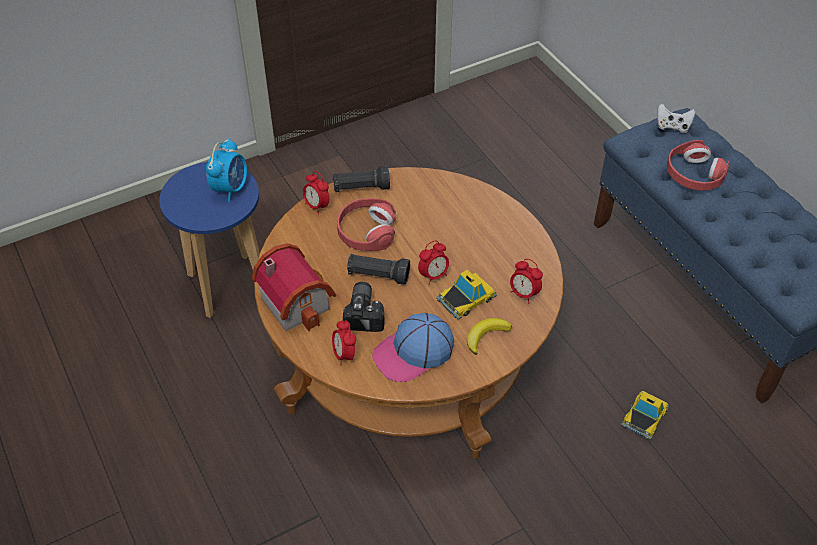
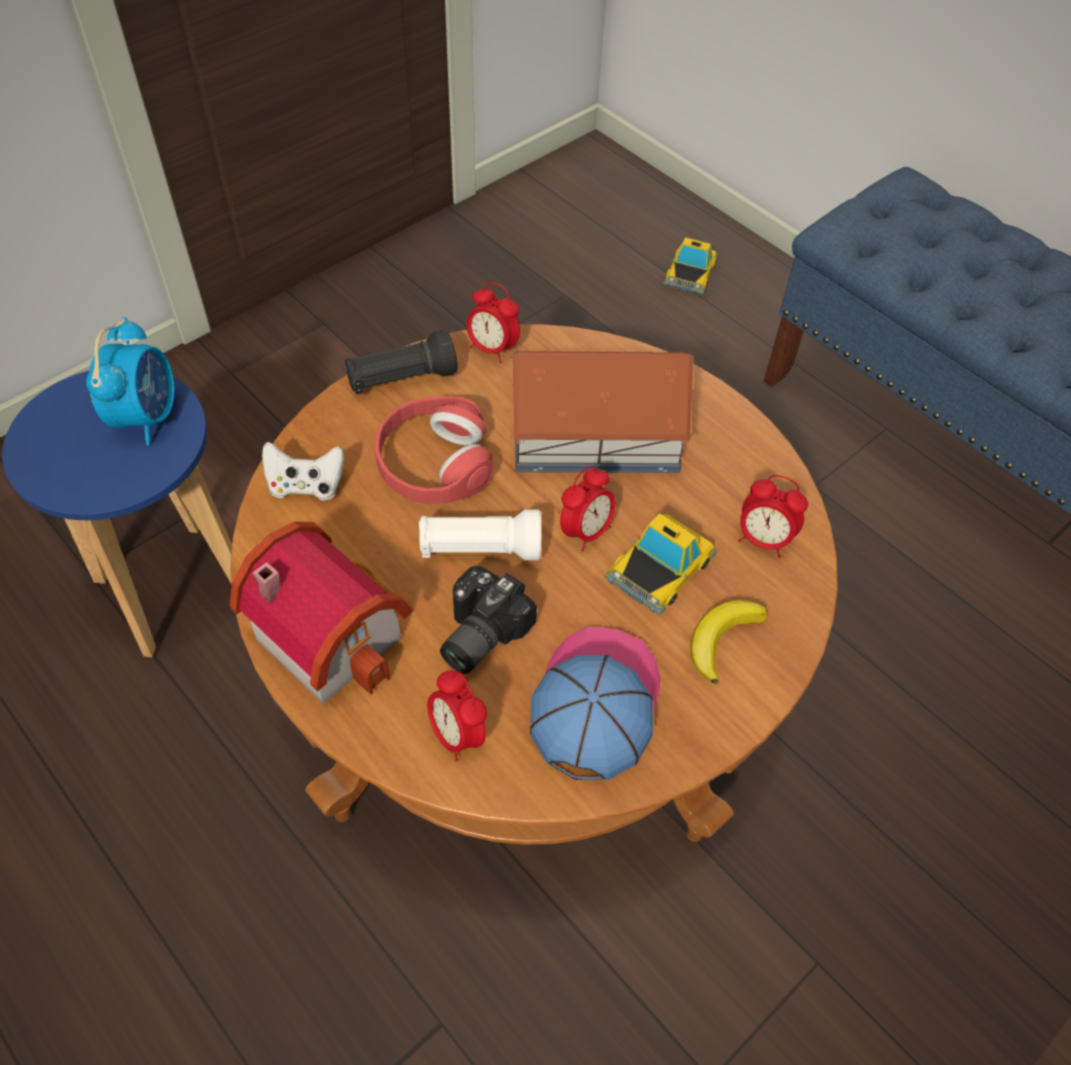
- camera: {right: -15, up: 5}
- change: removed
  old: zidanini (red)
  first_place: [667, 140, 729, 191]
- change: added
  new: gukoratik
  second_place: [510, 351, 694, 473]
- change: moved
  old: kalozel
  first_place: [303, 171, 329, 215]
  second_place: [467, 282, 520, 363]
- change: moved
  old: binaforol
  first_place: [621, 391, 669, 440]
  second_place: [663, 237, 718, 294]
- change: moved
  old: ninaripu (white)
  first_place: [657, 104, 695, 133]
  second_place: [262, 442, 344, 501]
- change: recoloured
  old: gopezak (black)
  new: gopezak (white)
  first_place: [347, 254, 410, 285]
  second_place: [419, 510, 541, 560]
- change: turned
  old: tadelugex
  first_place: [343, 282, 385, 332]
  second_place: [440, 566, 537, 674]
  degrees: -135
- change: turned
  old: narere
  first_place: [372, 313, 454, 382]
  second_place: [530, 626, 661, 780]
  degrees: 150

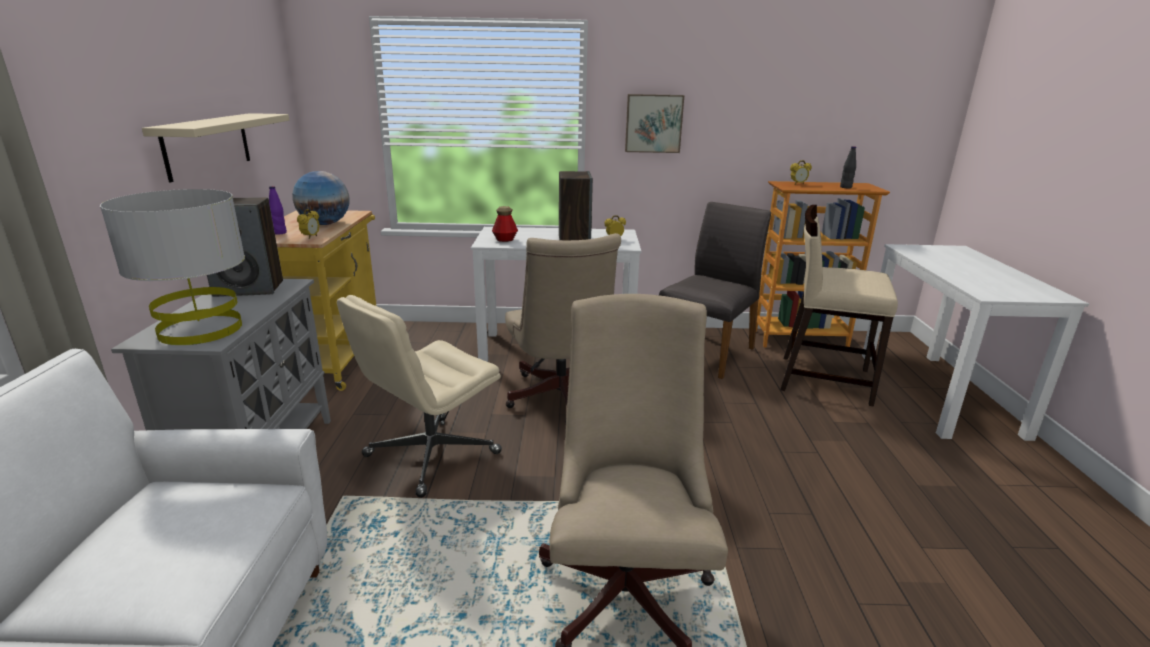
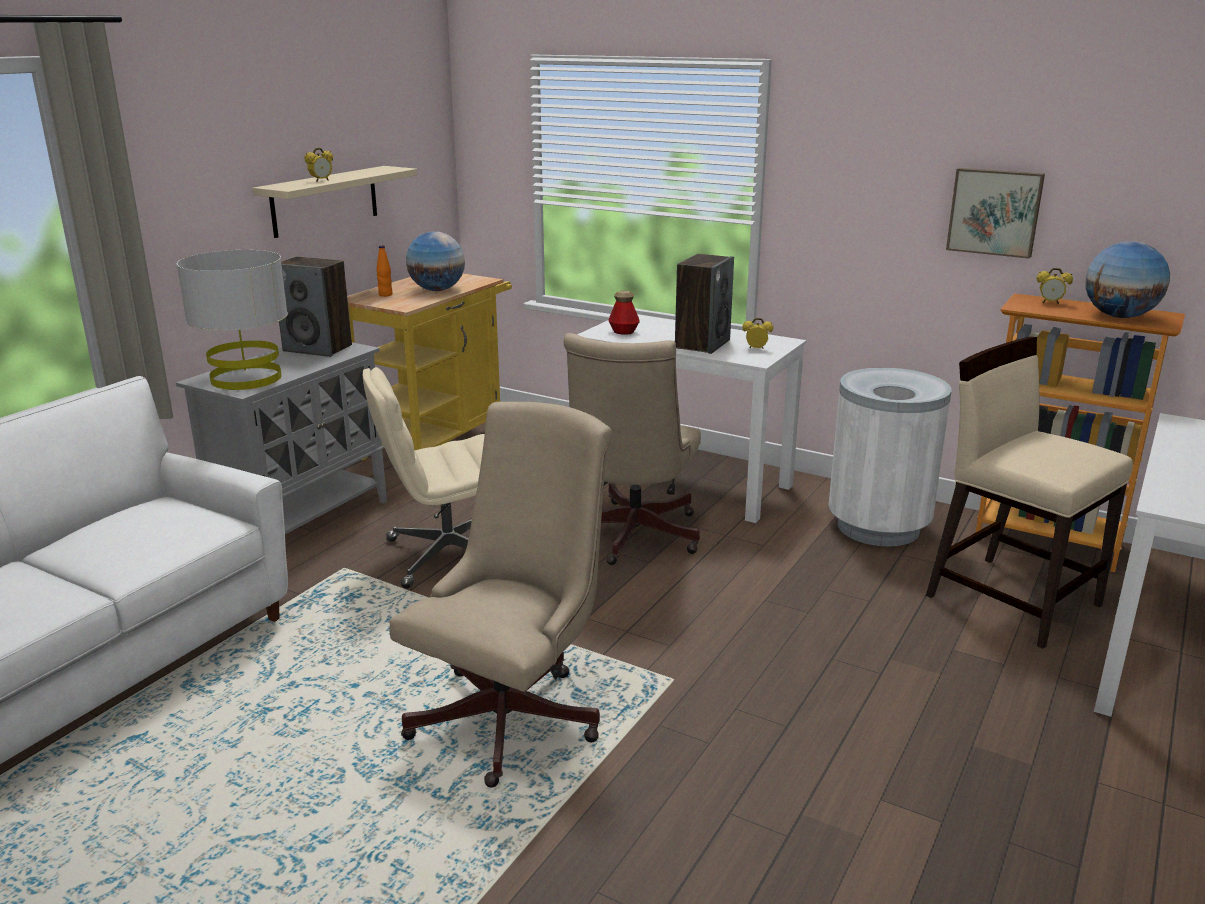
- camera: {right: 30, up: 0}
- change: moved
  old: kalozel
  first_place: [297, 209, 320, 239]
  second_place: [304, 148, 333, 182]
- change: moved
  old: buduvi
  first_place: [625, 94, 684, 153]
  second_place: [946, 168, 1045, 259]
- change: replaced
  old: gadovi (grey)
  new: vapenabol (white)
  first_place: [659, 202, 771, 379]
  second_place: [828, 368, 951, 547]
- change: replaced
  old: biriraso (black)
  new: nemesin
  first_place: [840, 146, 856, 188]
  second_place: [1085, 241, 1170, 318]
- change: recoloured
  old: biriraso (purple)
  new: biriraso (orange)
  first_place: [269, 186, 287, 235]
  second_place: [376, 246, 392, 297]

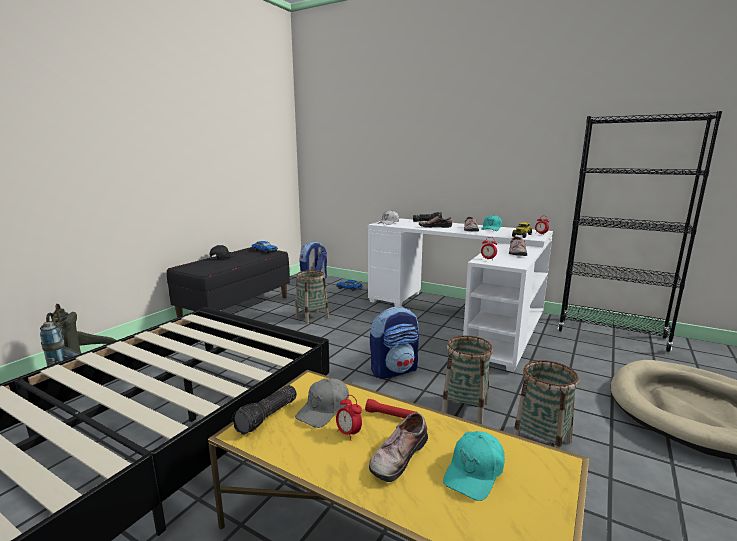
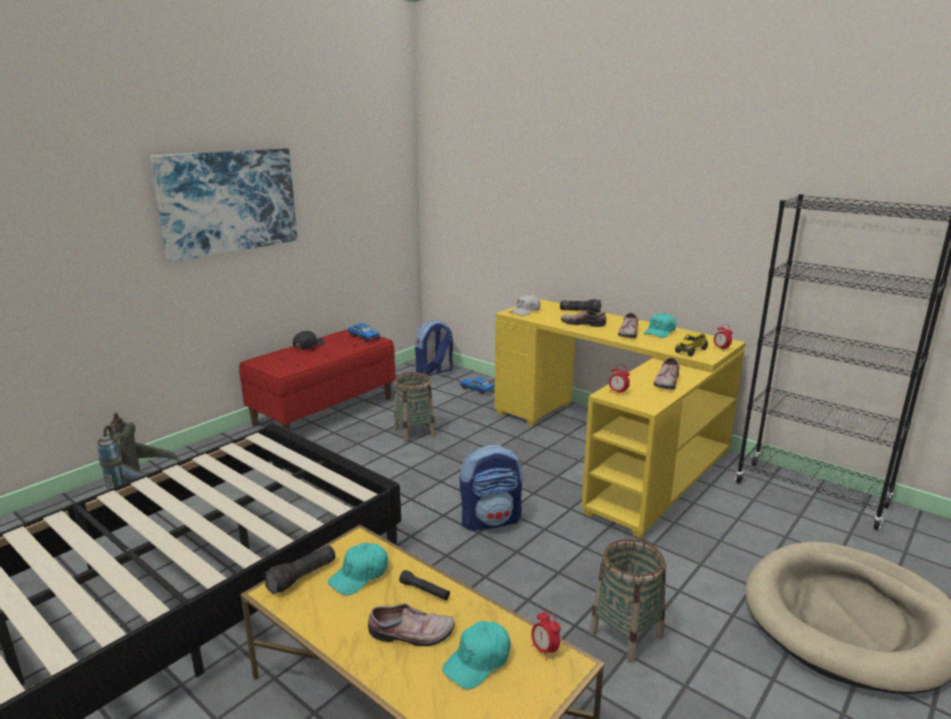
- camera: {right: 10, up: 5}
- change: removed
  old: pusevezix
  first_place: [441, 335, 493, 424]
- change: added
  new: buduvi
  second_place: [150, 148, 298, 262]
- change: moved
  old: kalozel
  first_place: [336, 395, 362, 441]
  second_place: [531, 610, 561, 660]
- change: recoloured
  old: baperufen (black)
  new: baperufen (red)
  first_place: [167, 247, 290, 318]
  second_place: [239, 329, 395, 431]
- change: recoloured
  old: narere (grey)
  new: narere (turquoise)
  first_place: [295, 378, 349, 428]
  second_place: [328, 543, 388, 595]
- change: recoloured
  old: gopezak (red)
  new: gopezak (black)
  first_place: [365, 399, 418, 418]
  second_place: [399, 570, 450, 600]
- change: recoloured
  old: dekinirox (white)
  new: dekinirox (yellow)
  first_place: [368, 218, 553, 372]
  second_place: [495, 299, 746, 538]
- change: turned
  old: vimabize
  first_place: [369, 413, 428, 482]
  second_place: [368, 603, 455, 646]
  degrees: -135

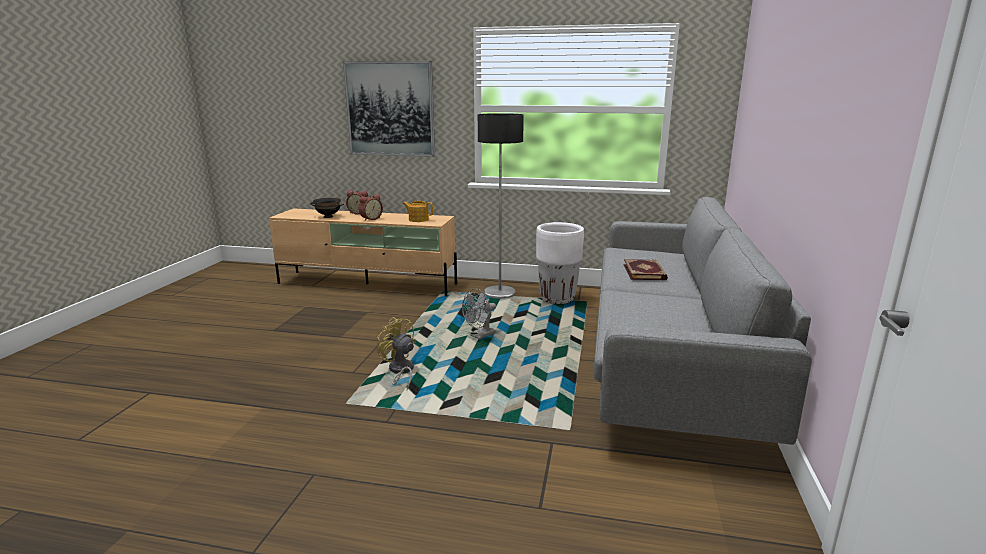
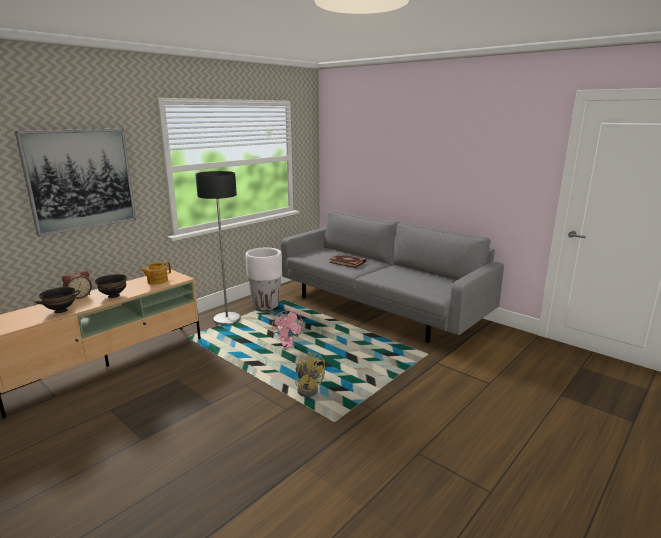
- camera: {right: -60, up: 0}
- change: replaced
  old: kalozel
  new: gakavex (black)
  first_place: [358, 194, 383, 221]
  second_place: [95, 274, 127, 298]
- change: recoloured
  old: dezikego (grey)
  new: dezikego (pink)
  first_place: [462, 289, 496, 339]
  second_place: [272, 310, 303, 349]
- change: turned
  old: dezikego (yellow)
  first_place: [377, 317, 416, 390]
  second_place: [295, 352, 325, 397]
  degrees: -120

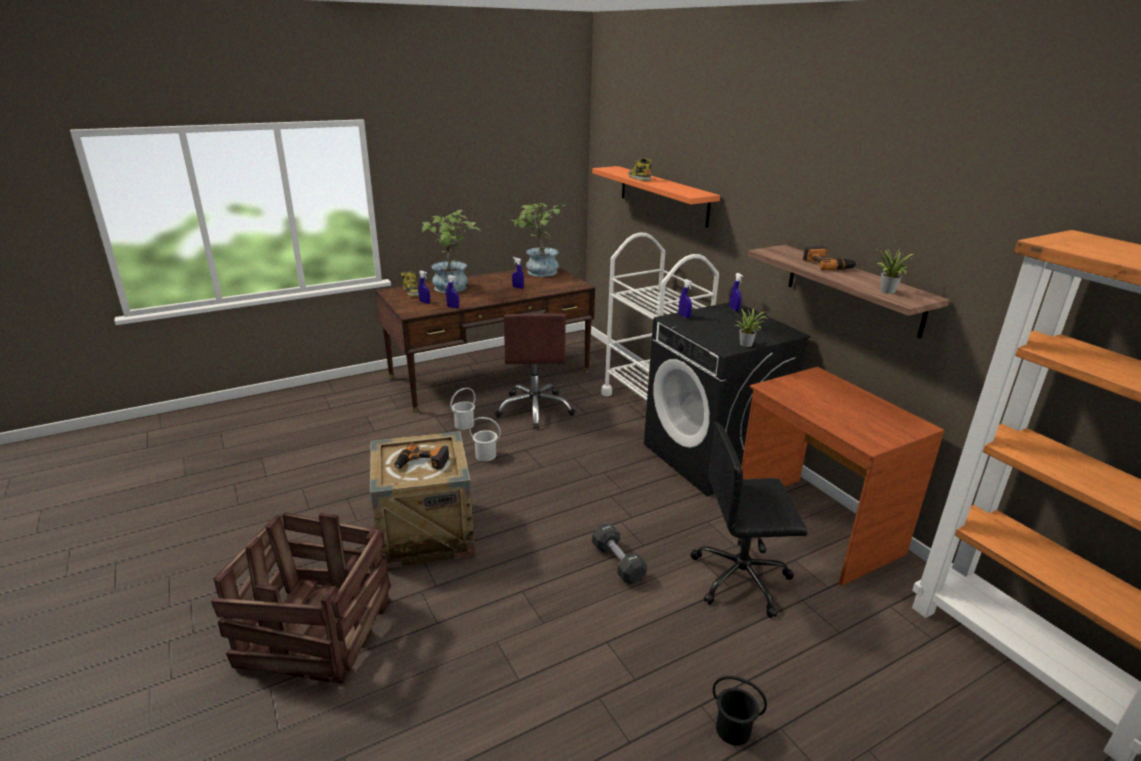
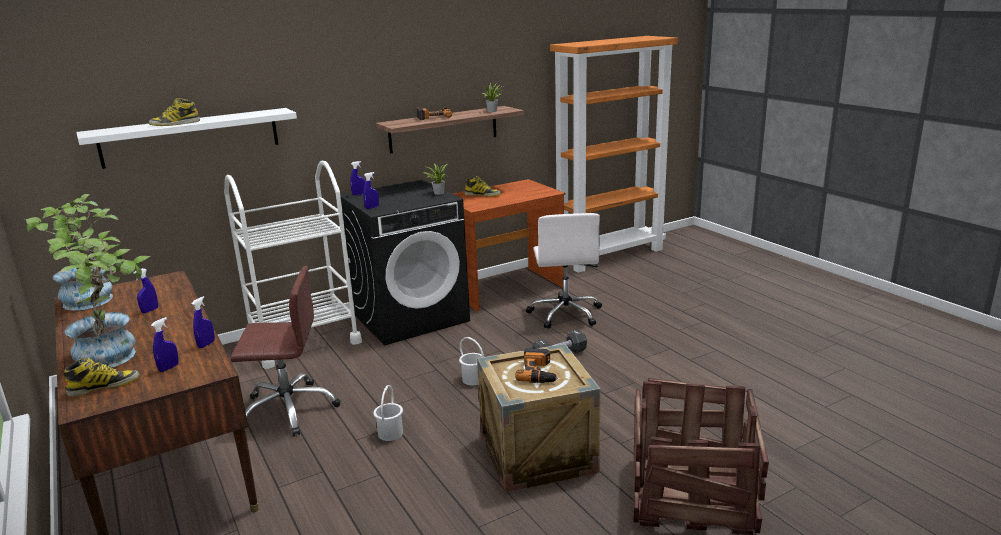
- camera: {right: -90, up: -5}
- change: removed
  old: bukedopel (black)
  first_place: [713, 676, 767, 746]
- change: added
  new: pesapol
  second_place: [465, 176, 501, 197]
- change: moved
  old: bukedopel (white)
  first_place: [450, 388, 475, 430]
  second_place: [459, 337, 484, 385]
- change: recoloured
  old: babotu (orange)
  new: babotu (white)
  first_place: [592, 166, 720, 228]
  second_place: [76, 108, 297, 169]
- change: recoloured
  old: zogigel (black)
  new: zogigel (white)
  first_place: [691, 422, 808, 618]
  second_place: [526, 213, 602, 329]

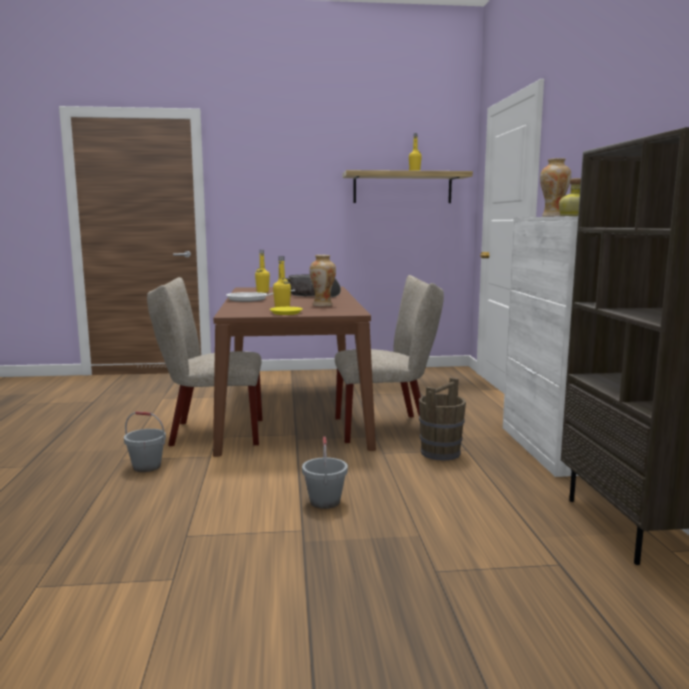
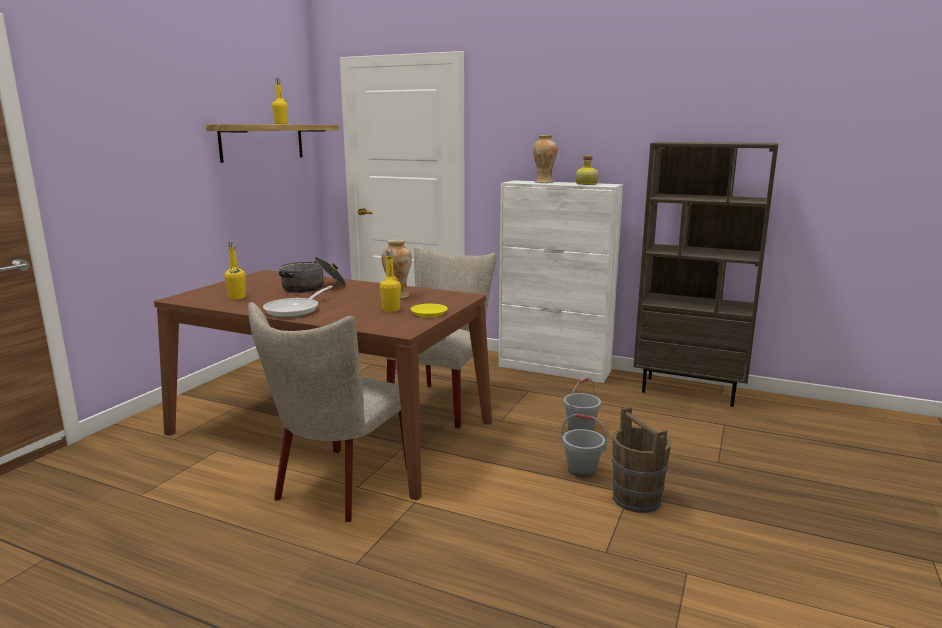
- camera: {right: -60, up: 5}
- change: moved
  old: bukedopel (grey)
  first_place: [124, 411, 166, 472]
  second_place: [563, 377, 601, 431]
- change: moved
  old: bukedopel (brown)
  first_place: [419, 378, 466, 461]
  second_place: [612, 407, 671, 513]

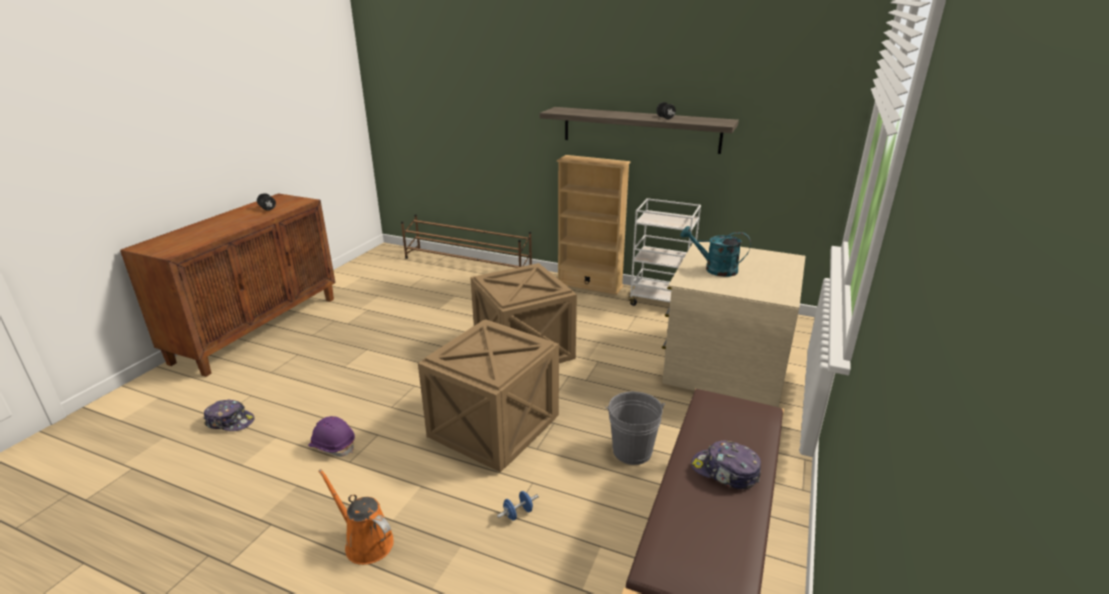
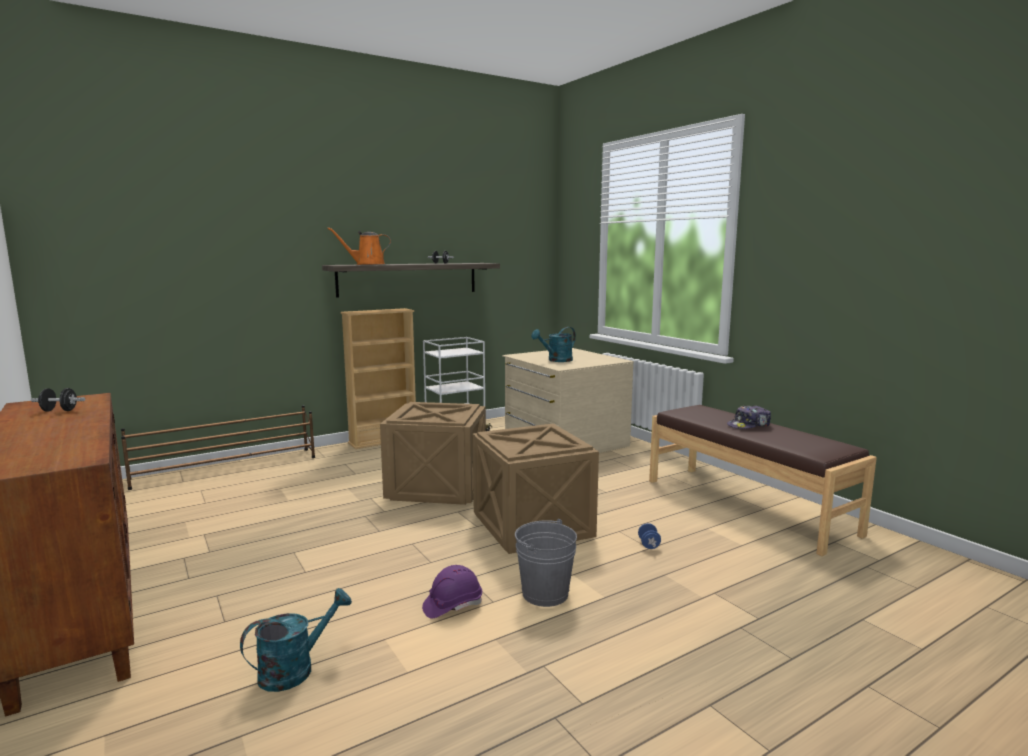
- camera: {right: -55, up: -15}
- change: moved
  old: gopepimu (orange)
  first_place: [318, 469, 394, 565]
  second_place: [327, 227, 391, 265]
- change: moved
  old: bukedopel (grey)
  first_place: [605, 392, 665, 465]
  second_place: [515, 519, 577, 607]
- change: replaced
  old: narere
  new: gopepimu (turquoise)
  first_place: [204, 399, 255, 431]
  second_place: [240, 588, 352, 692]

